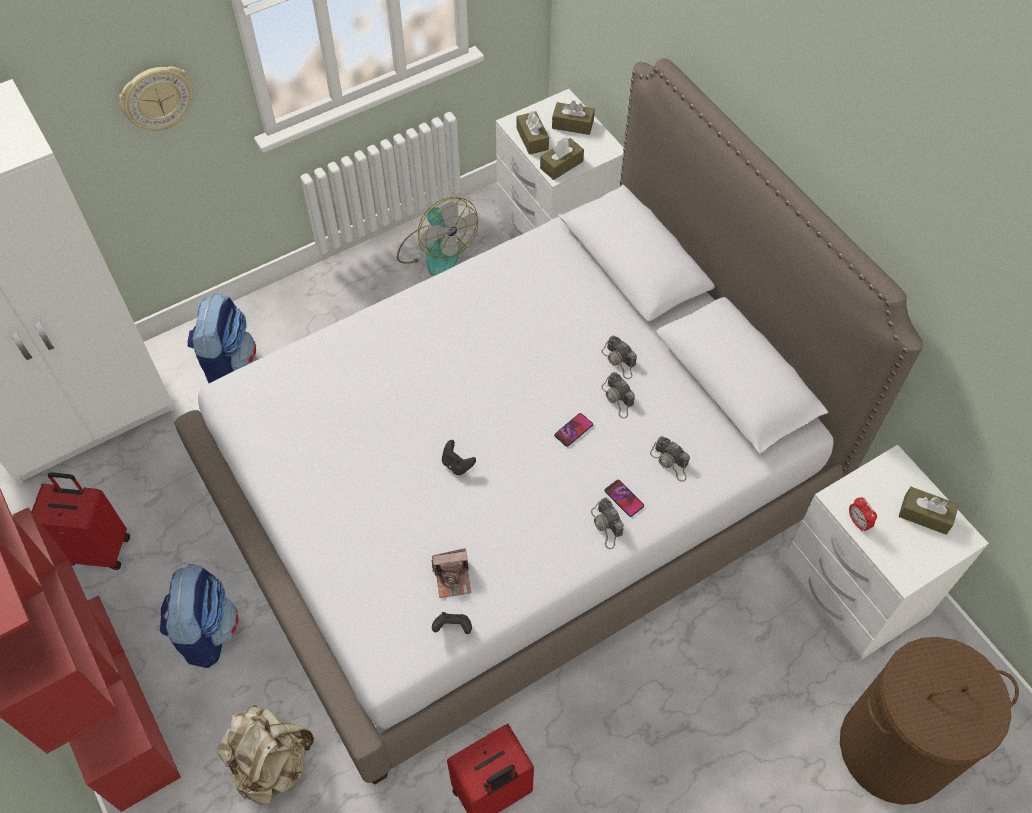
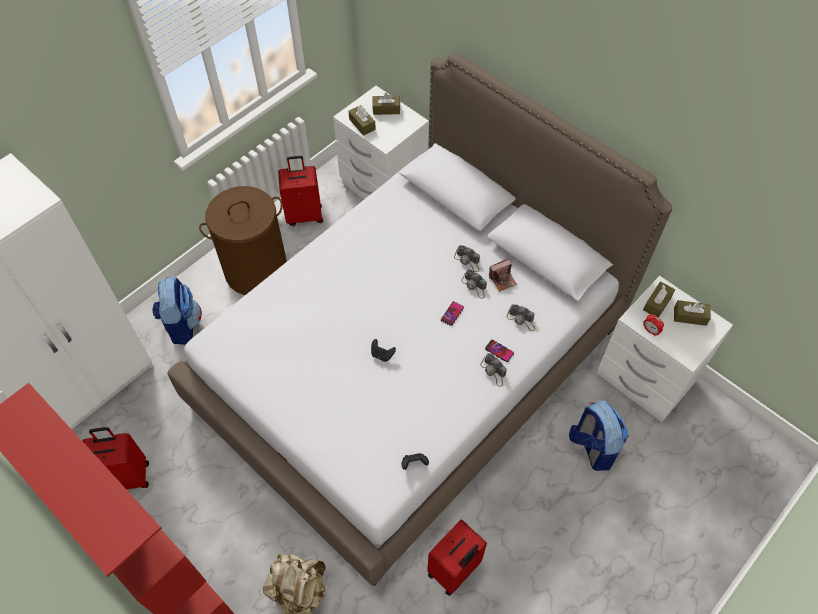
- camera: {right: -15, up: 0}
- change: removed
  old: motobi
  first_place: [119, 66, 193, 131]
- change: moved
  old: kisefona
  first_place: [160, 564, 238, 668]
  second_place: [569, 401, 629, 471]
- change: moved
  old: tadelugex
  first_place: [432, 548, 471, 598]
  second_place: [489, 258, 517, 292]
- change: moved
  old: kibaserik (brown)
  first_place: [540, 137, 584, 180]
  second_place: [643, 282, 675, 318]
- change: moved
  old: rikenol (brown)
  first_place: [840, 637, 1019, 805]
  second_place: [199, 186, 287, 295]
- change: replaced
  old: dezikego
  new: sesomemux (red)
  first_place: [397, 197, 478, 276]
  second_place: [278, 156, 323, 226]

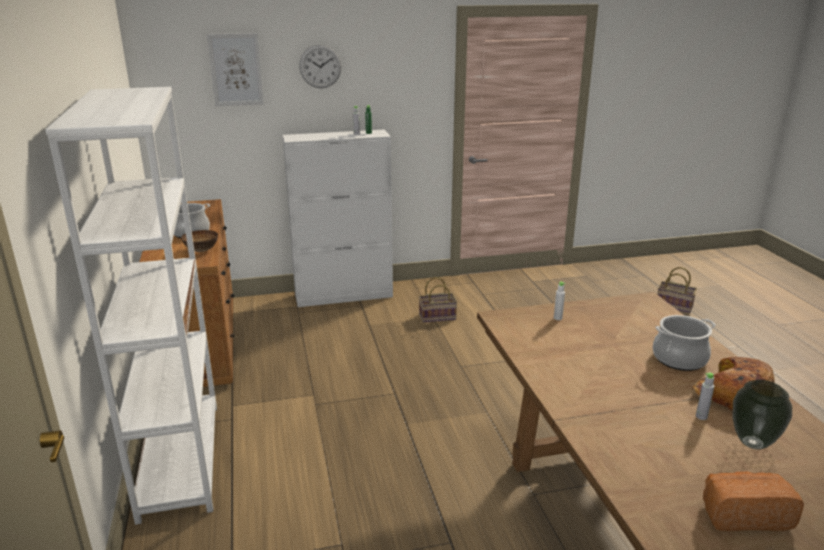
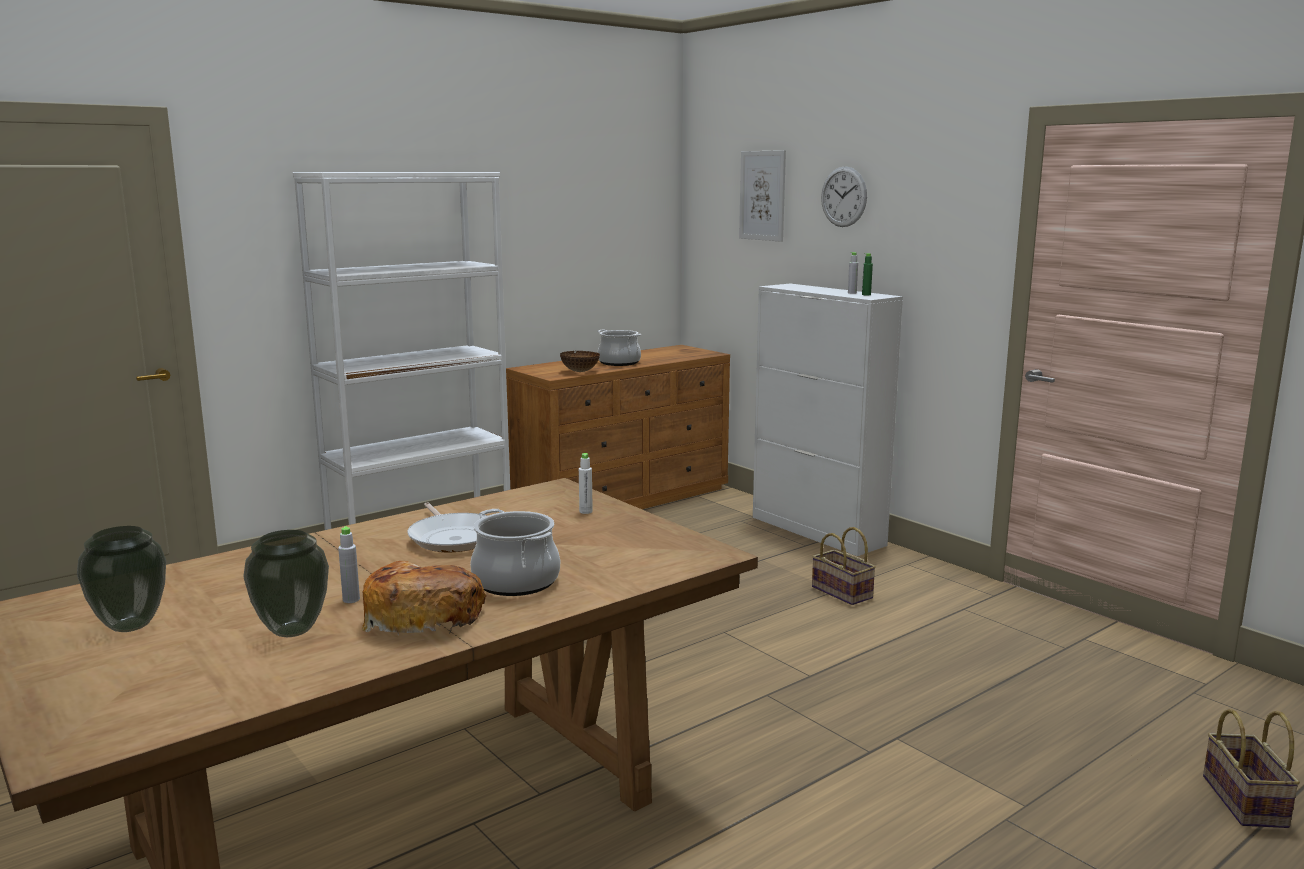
- camera: {right: 65, up: -10}
- change: added
  new: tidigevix
  second_place: [407, 502, 488, 552]
- change: replaced
  old: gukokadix
  new: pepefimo
  first_place: [703, 472, 804, 531]
  second_place: [77, 526, 166, 632]

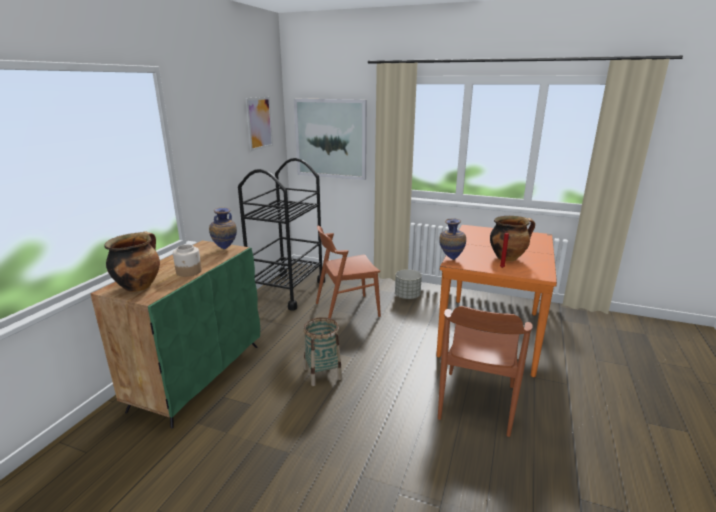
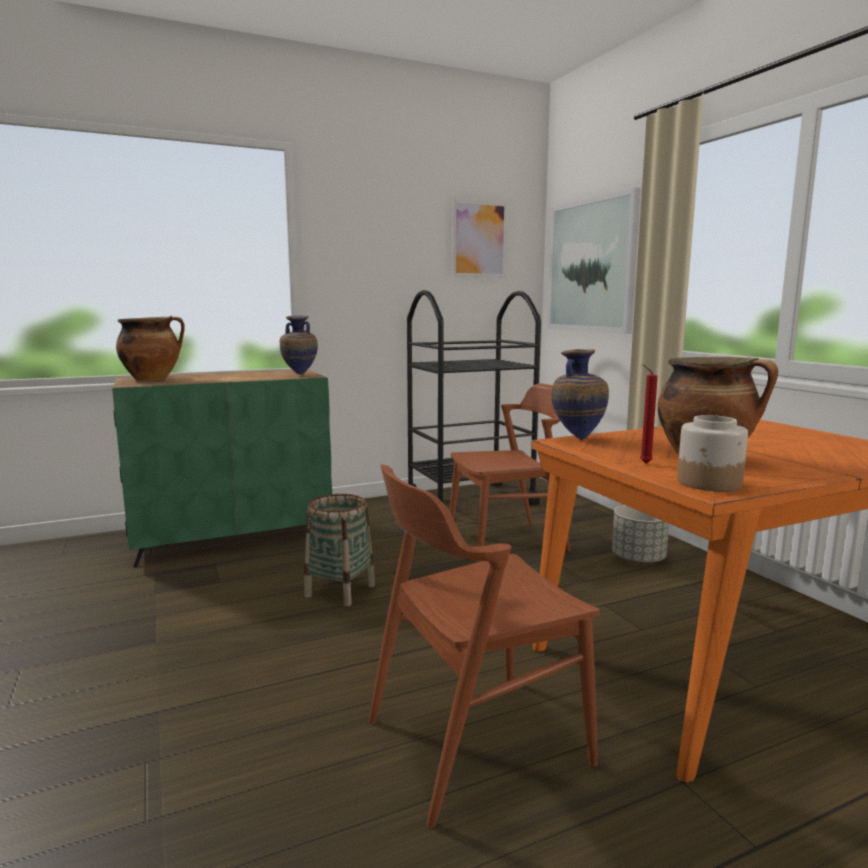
- camera: {right: 45, up: -10}
- change: moved
  old: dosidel
  first_place: [173, 244, 202, 277]
  second_place: [677, 415, 748, 492]
- change: turned
  old: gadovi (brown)
  first_place: [316, 225, 381, 319]
  second_place: [450, 383, 571, 562]
  degrees: 135

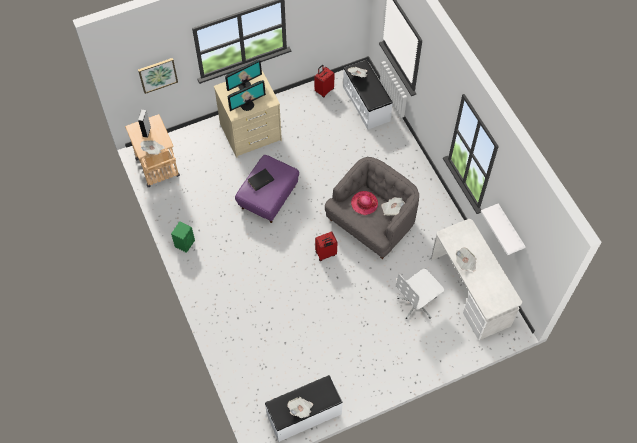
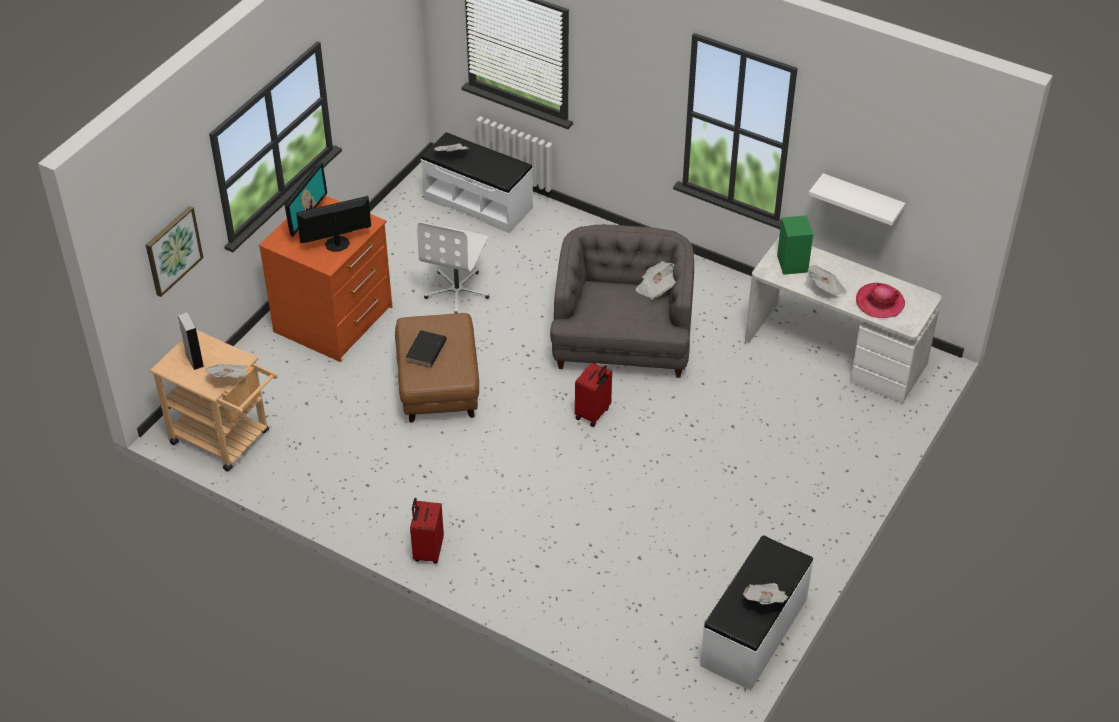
- camera: {right: -35, up: -15}
- change: moved
  old: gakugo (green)
  first_place: [171, 221, 195, 253]
  second_place: [777, 215, 813, 275]
- change: moved
  old: sesomemux (red)
  first_place: [315, 65, 335, 97]
  second_place: [410, 498, 444, 564]
- change: moved
  old: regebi
  first_place: [351, 191, 378, 215]
  second_place: [856, 283, 905, 318]
- change: moved
  old: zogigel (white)
  first_place: [396, 269, 444, 319]
  second_place: [417, 222, 489, 314]
- change: recoloured
  old: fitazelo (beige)
  new: fitazelo (orange)
  first_place: [214, 71, 282, 158]
  second_place: [259, 195, 392, 362]
- change: recoloured
  old: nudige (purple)
  new: nudige (brown)
  first_place: [235, 155, 299, 223]
  second_place: [395, 313, 479, 423]
- change: turned
  old: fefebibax
  first_place: [228, 80, 266, 111]
  second_place: [296, 196, 371, 252]
  degrees: -135

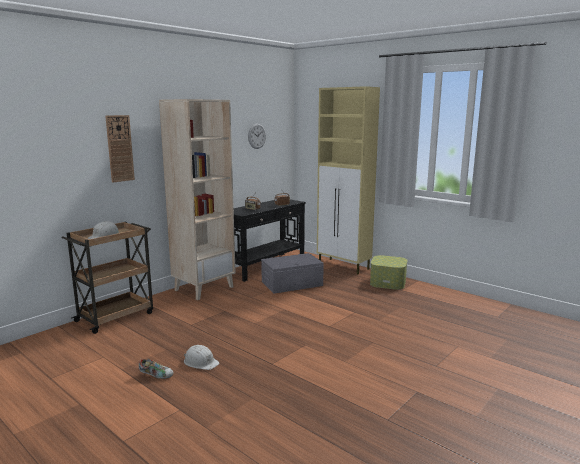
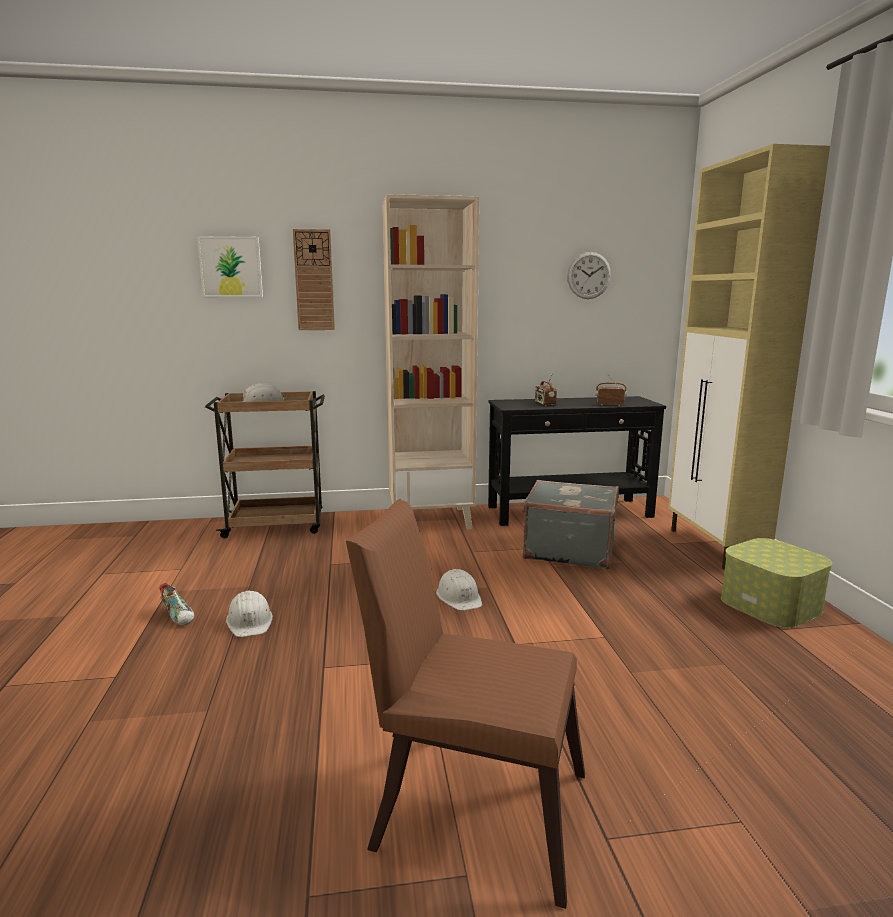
- camera: {right: 40, up: 0}
- change: added
  new: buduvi
  second_place: [197, 236, 263, 297]
- change: added
  new: gadovi (brown)
  second_place: [346, 500, 585, 909]
- change: added
  new: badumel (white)
  second_place: [436, 569, 482, 611]
- change: replaced
  old: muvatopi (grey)
  new: sesomemux (grey)
  first_place: [261, 253, 324, 294]
  second_place: [523, 480, 619, 569]

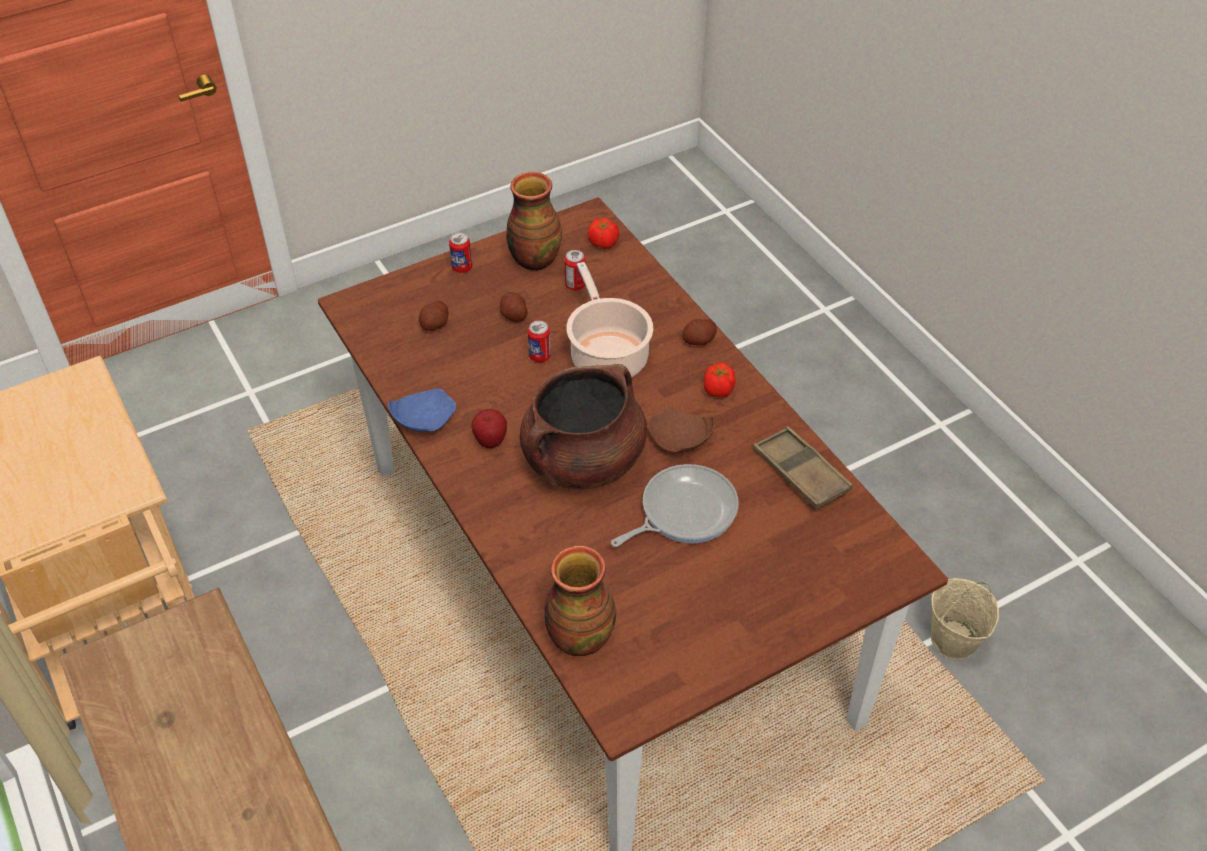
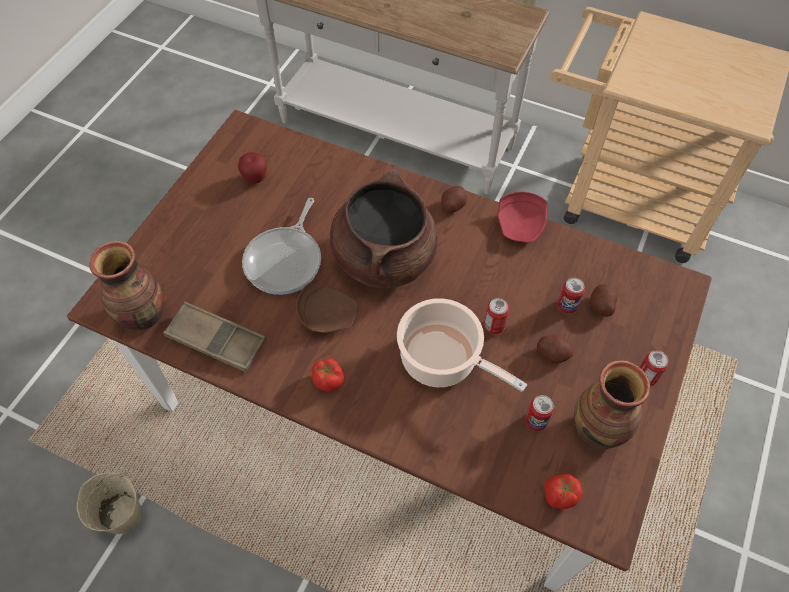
- camera: {right: 145, up: 10}
- change: added
  new: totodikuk
  second_place: [557, 278, 585, 314]
- change: moved
  old: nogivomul
  first_place: [471, 409, 507, 448]
  second_place: [238, 152, 267, 184]
- change: moved
  old: pepefimo
  first_place: [544, 545, 616, 656]
  second_place: [89, 241, 165, 330]
- change: moved
  old: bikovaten
  first_place: [683, 319, 717, 345]
  second_place: [441, 186, 467, 213]
- change: recoloured
  old: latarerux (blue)
  new: latarerux (red)
  first_place: [388, 388, 456, 432]
  second_place: [498, 192, 547, 243]

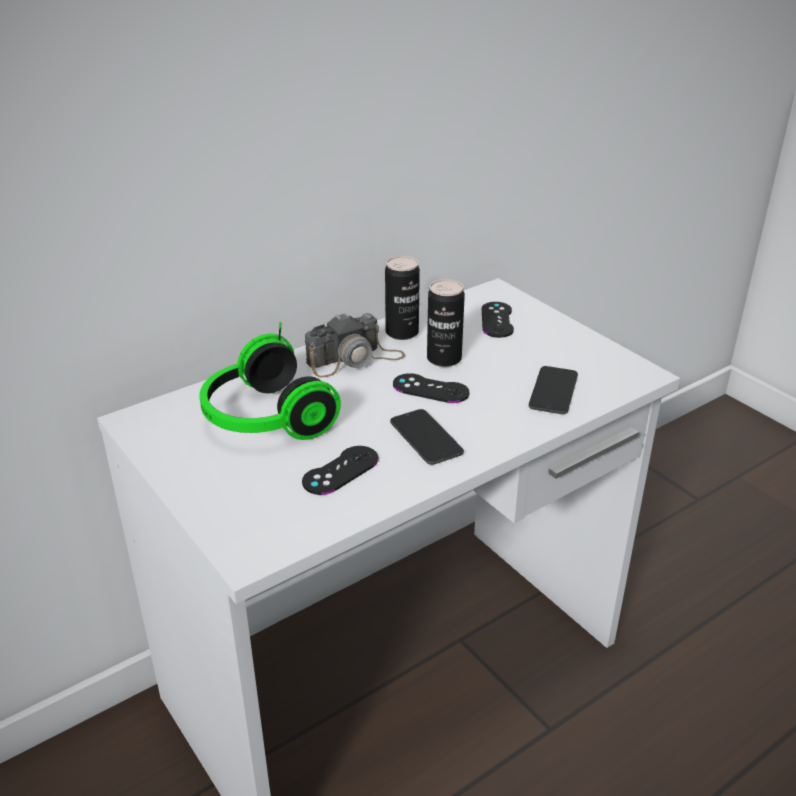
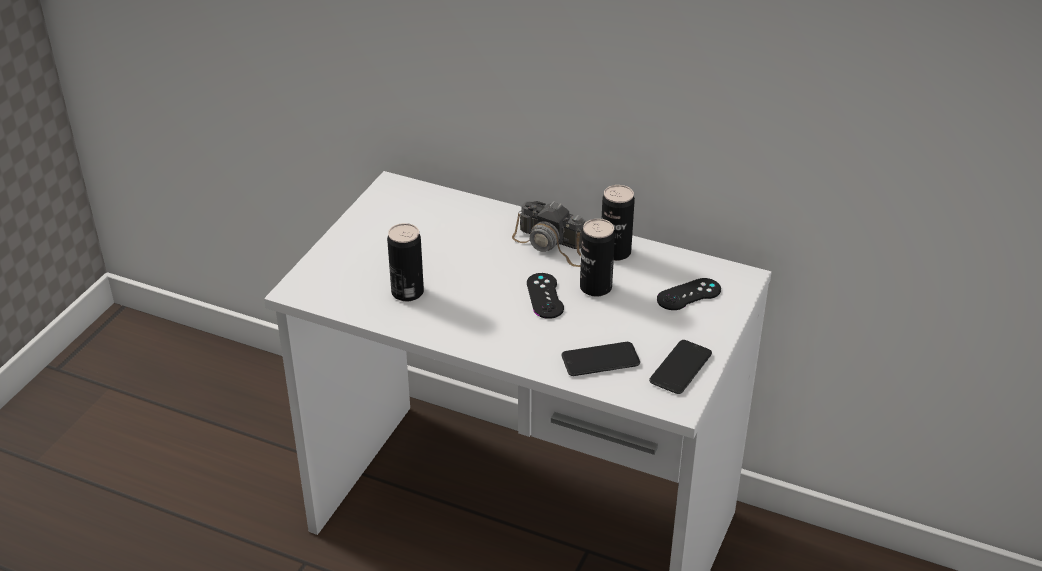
- camera: {right: 60, up: 5}
- change: removed
  old: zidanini
  first_place: [199, 322, 341, 440]
- change: moved
  old: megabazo
  first_place: [390, 409, 464, 465]
  second_place: [649, 340, 712, 394]
- change: replaced
  old: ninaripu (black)
  new: totodikuk
  first_place: [302, 446, 379, 495]
  second_place: [387, 223, 424, 301]

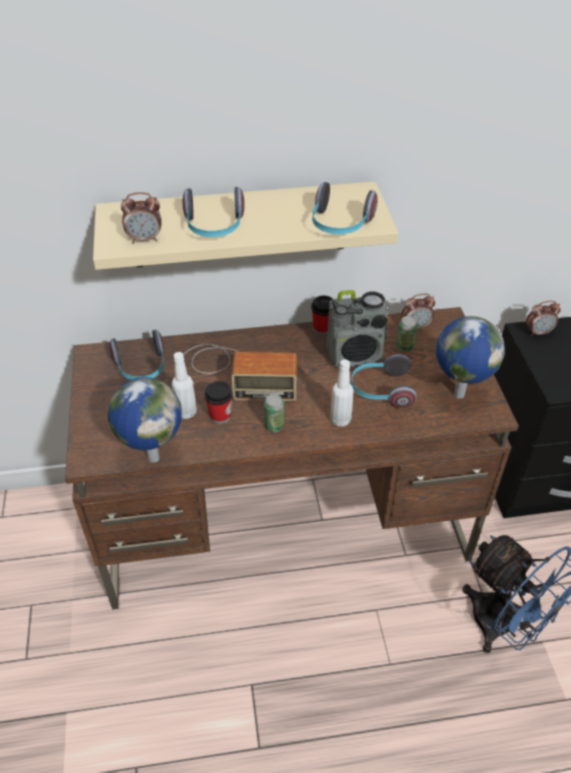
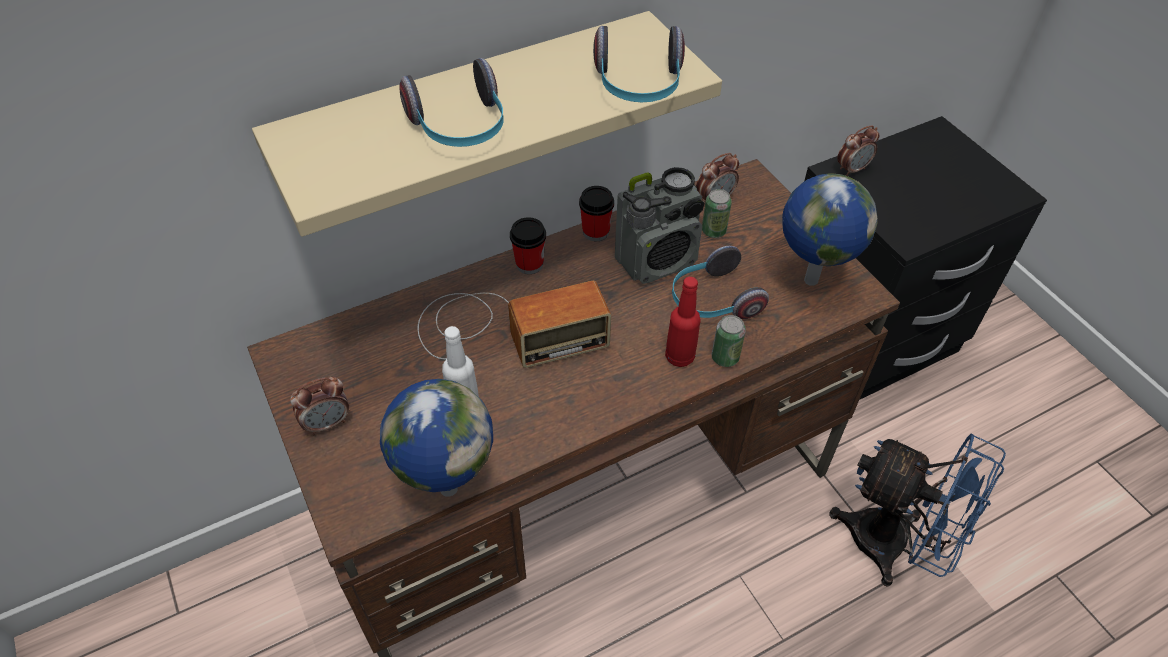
- camera: {right: -20, up: 5}
- change: removed
  old: zidanini
  first_place: [109, 330, 164, 380]
- change: moved
  old: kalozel
  first_place: [121, 192, 162, 243]
  second_place: [290, 377, 349, 435]
- change: moved
  old: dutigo
  first_place: [205, 381, 233, 424]
  second_place: [510, 217, 546, 274]
- change: moved
  old: totodikuk
  first_place: [264, 394, 285, 432]
  second_place: [712, 315, 746, 367]
- change: recoloured
  old: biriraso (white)
  new: biriraso (red)
  first_place: [330, 359, 354, 427]
  second_place: [665, 277, 701, 367]

